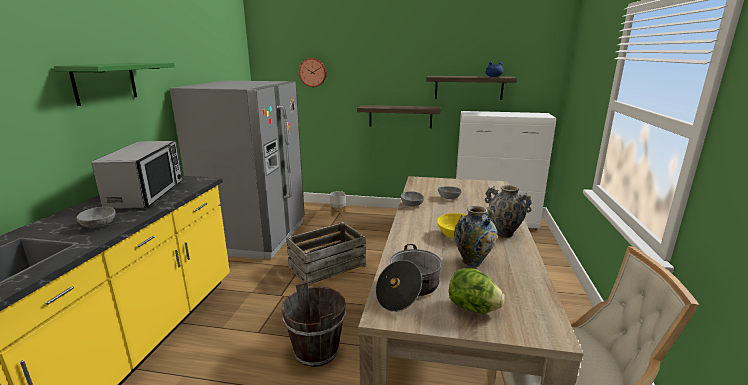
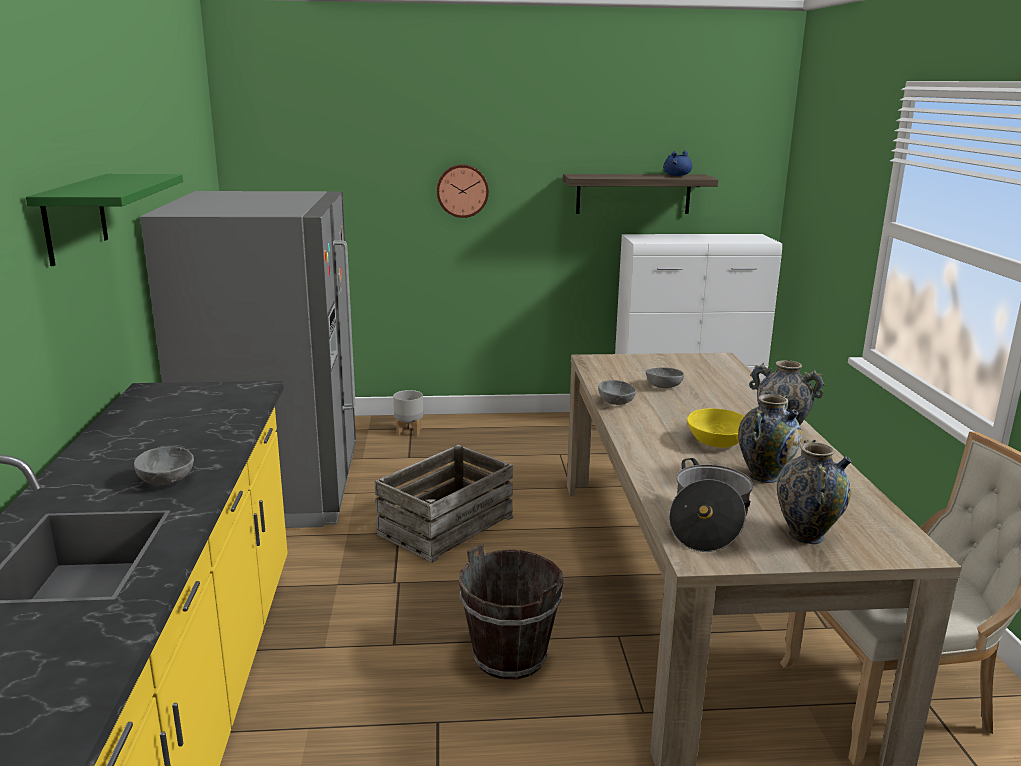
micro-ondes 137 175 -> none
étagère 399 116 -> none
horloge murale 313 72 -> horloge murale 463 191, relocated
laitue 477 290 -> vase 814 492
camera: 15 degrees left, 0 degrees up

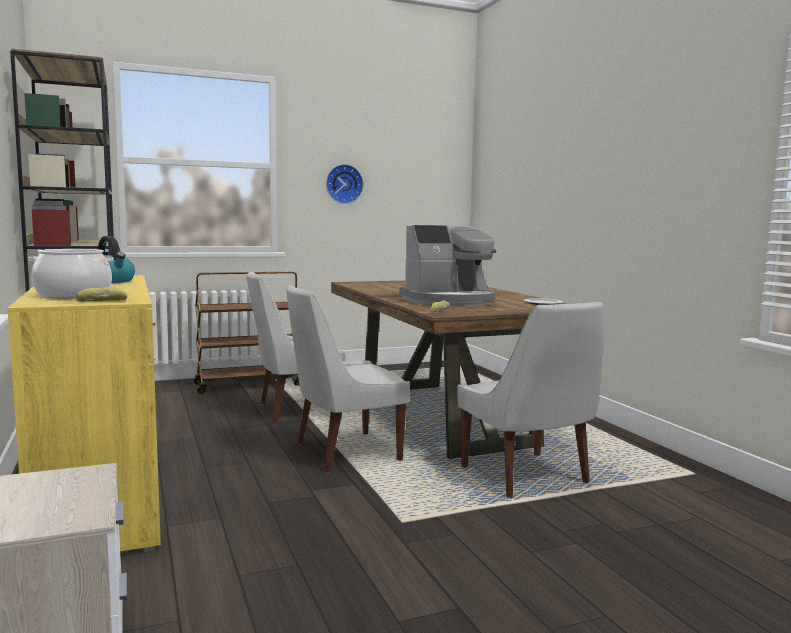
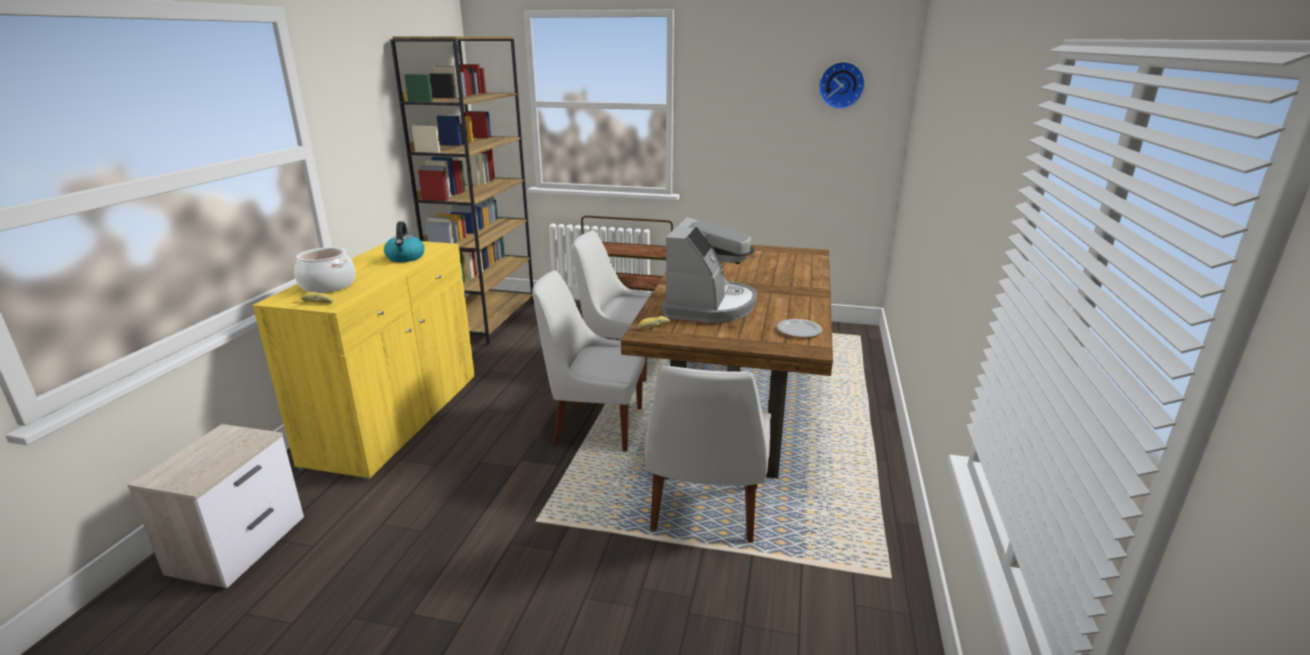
horloge murale 345 184 -> horloge murale 841 85, relocated
machine à café 447 265 -> machine à café 709 270, 90 degrees counterclockwise
camera: 35 degrees right, 15 degrees up

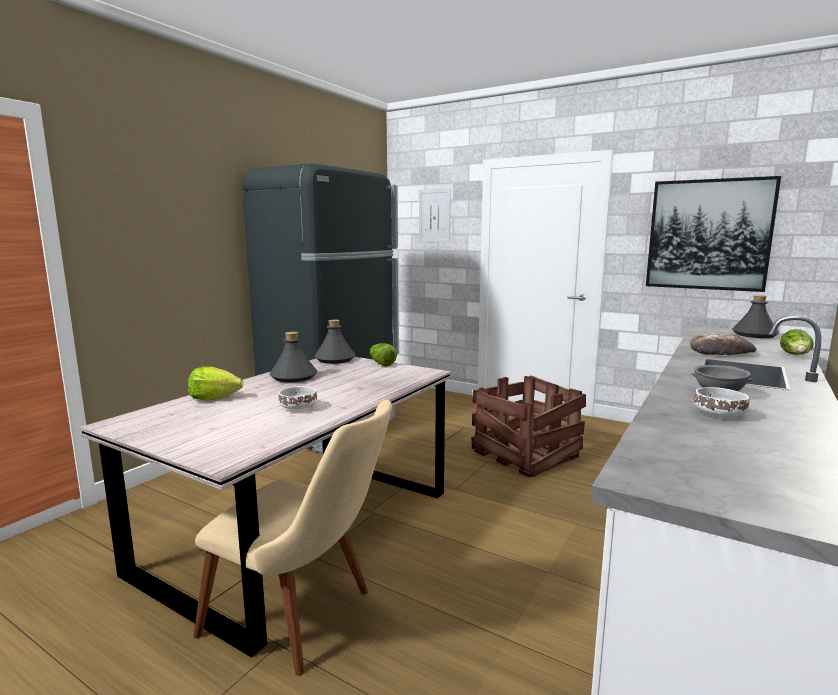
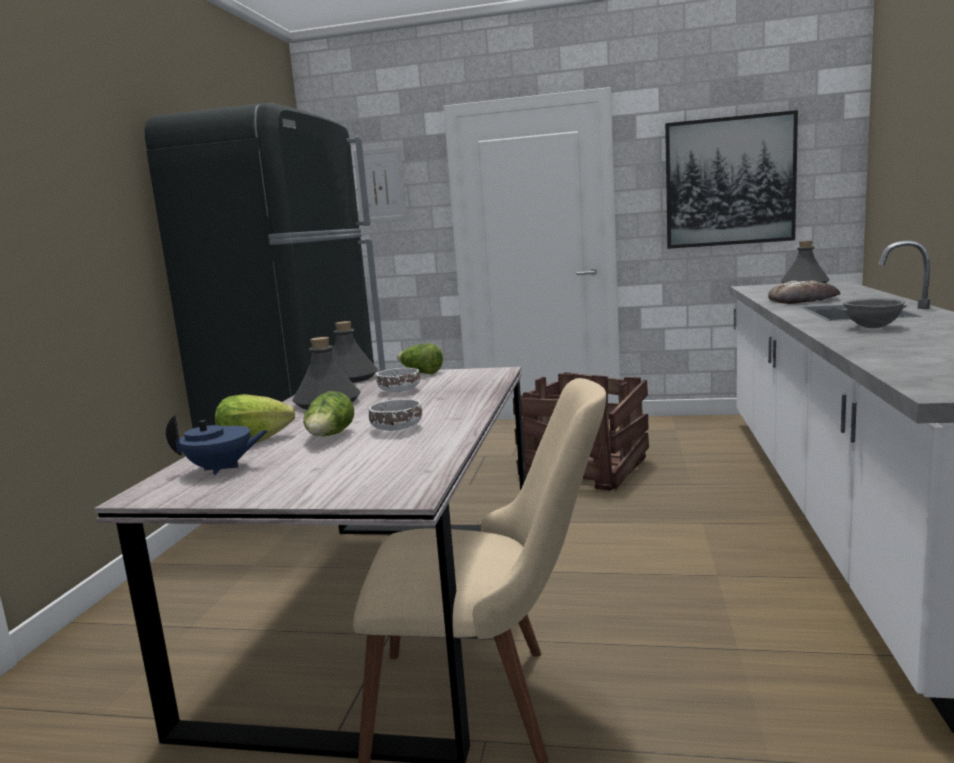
none -> théière (bleu) 217 445
bol (blanc) 721 402 -> bol (blanc) 398 380, relocated
laitue 797 342 -> laitue 328 414, relocated
camera: 20 degrees left, 0 degrees up

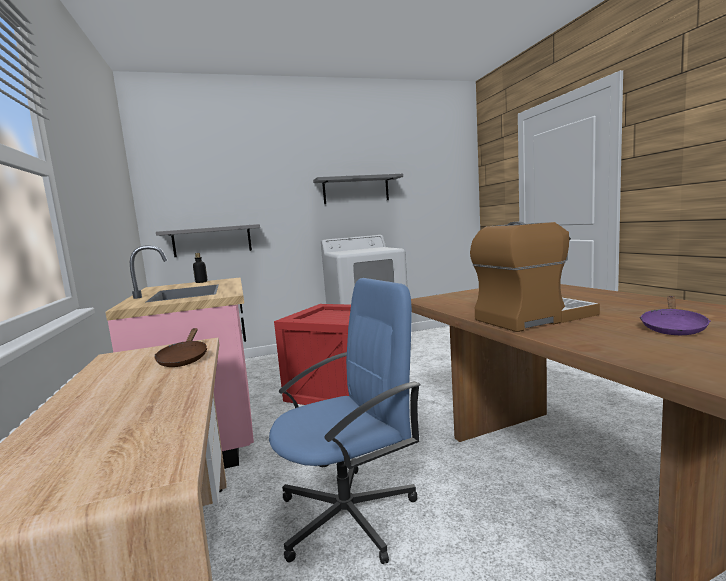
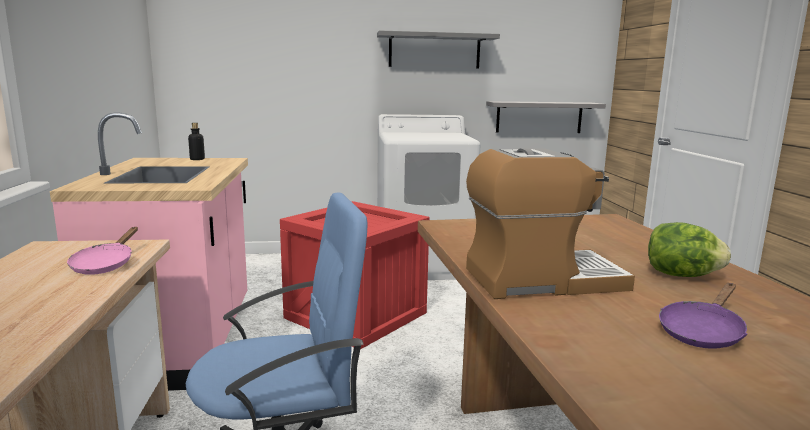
none -> laitue 689 249
étagère (gris) 208 240 -> étagère (gris) 546 117, relocated
poêle (marron) 180 347 -> poêle (rose) 102 251
camera: 10 degrees right, 5 degrees up

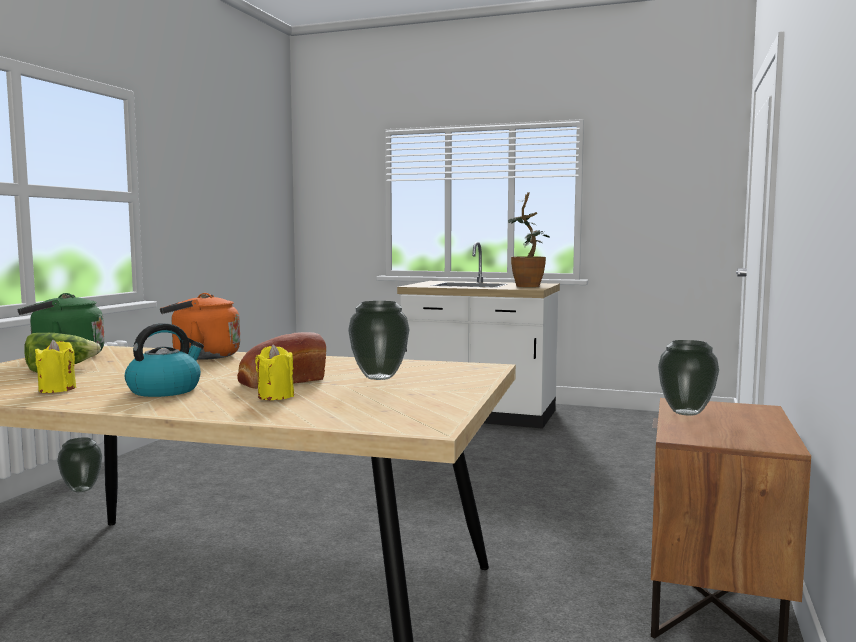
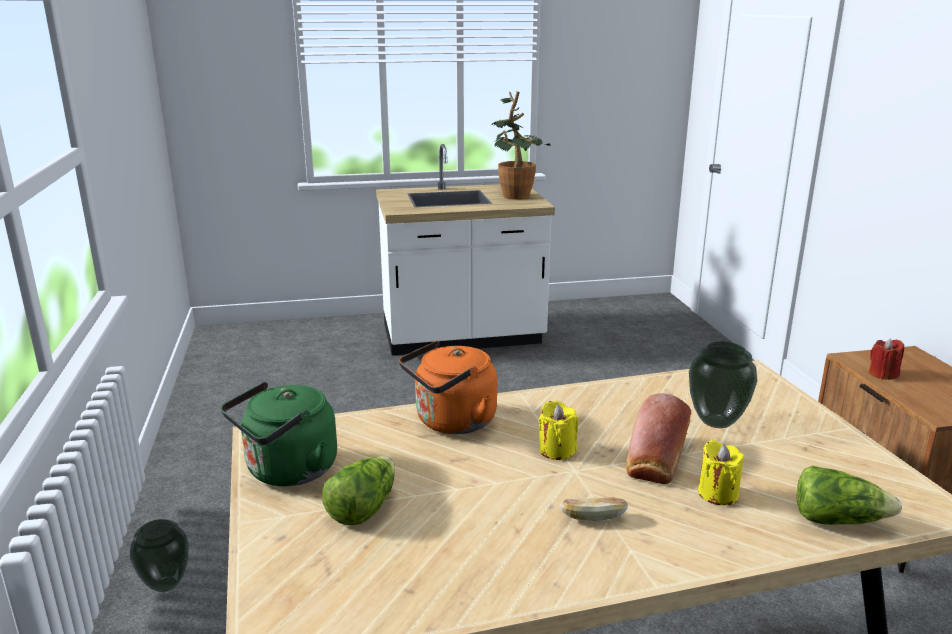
none -> laitue 849 495
bougie (jaune) 55 366 -> bougie (jaune) 558 430, relocated
bouilloire 164 360 -> pain 594 509
vase 688 378 -> bougie (rouge) 886 359
camera: 30 degrees left, 15 degrees up

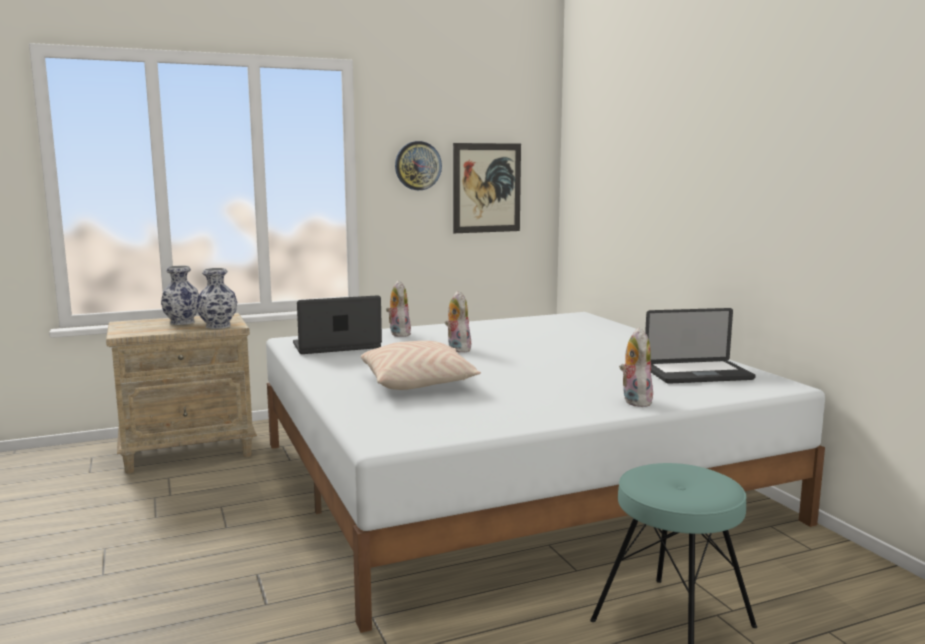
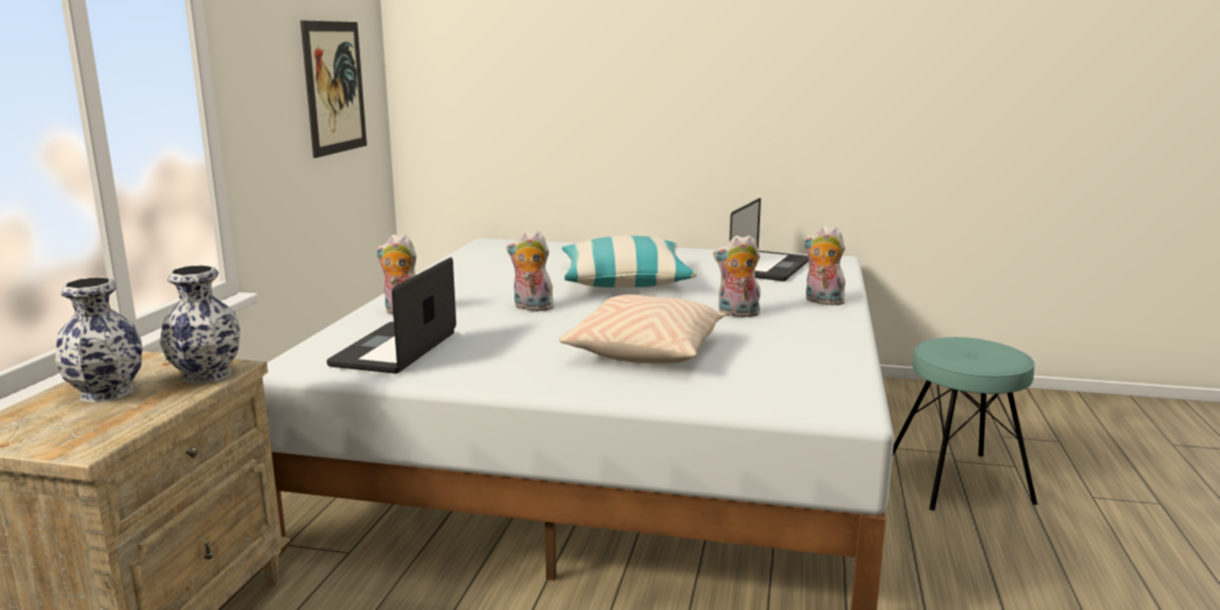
horloge murale 418 165 -> none
none -> coussin 629 262
none -> peluche 737 276
camera: 55 degrees left, 5 degrees up

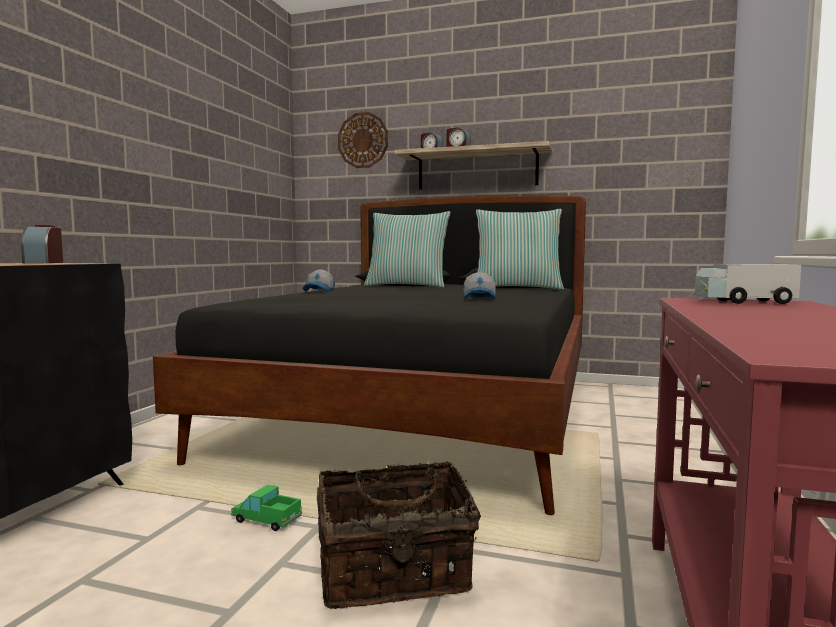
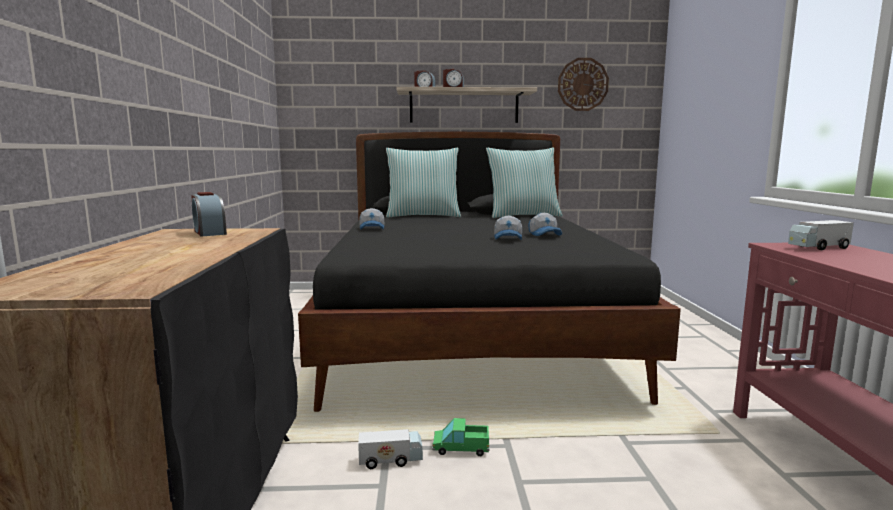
panier 399 535 -> none
none -> camion jouet 390 449
none -> casquette 508 227
horloge murale 363 140 -> horloge murale 583 84, relocated
camera: 20 degrees left, 5 degrees up

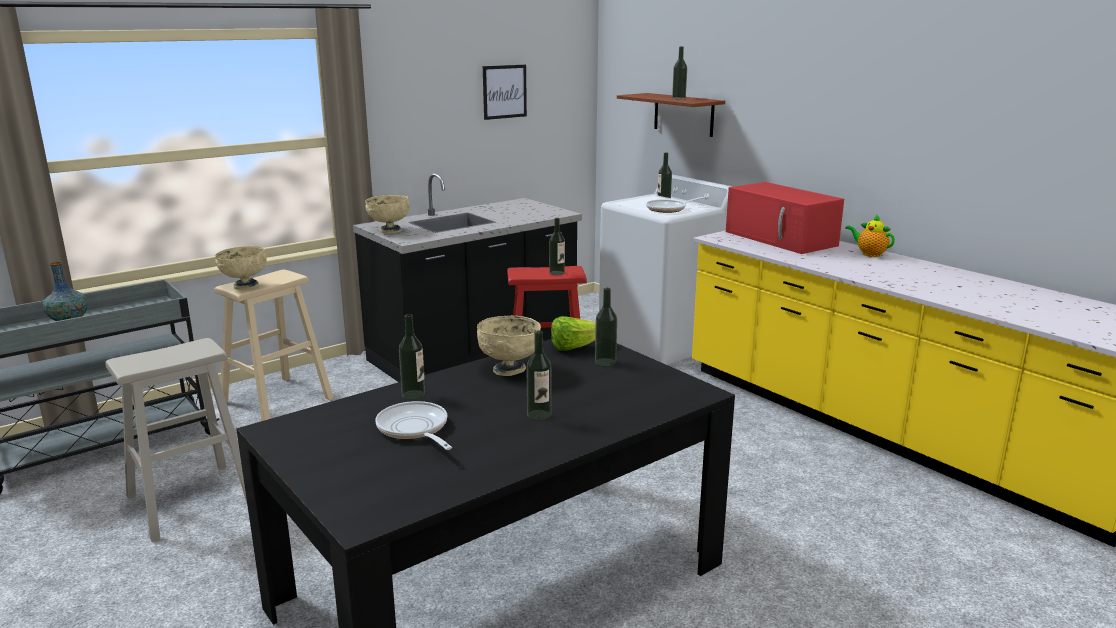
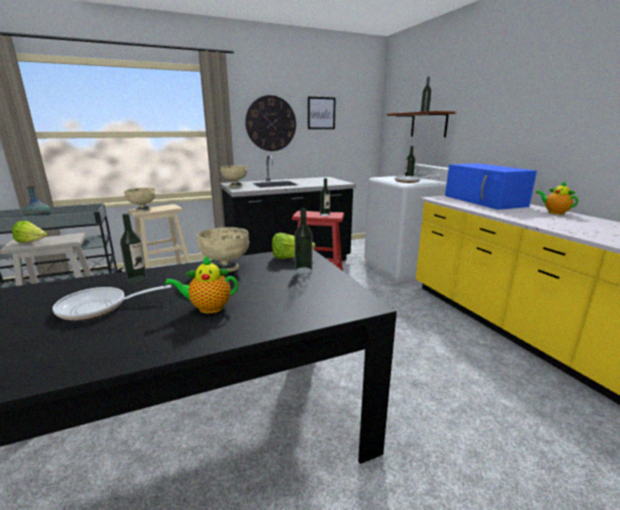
none -> laitue 30 232
none -> horloge murale 270 123
bouteille 539 375 -> théière 201 284
micro-ondes (rouge) 785 218 -> micro-ondes (bleu) 491 186
poêle 413 425 -> poêle 112 302, 90 degrees counterclockwise
camera: 15 degrees right, 0 degrees up

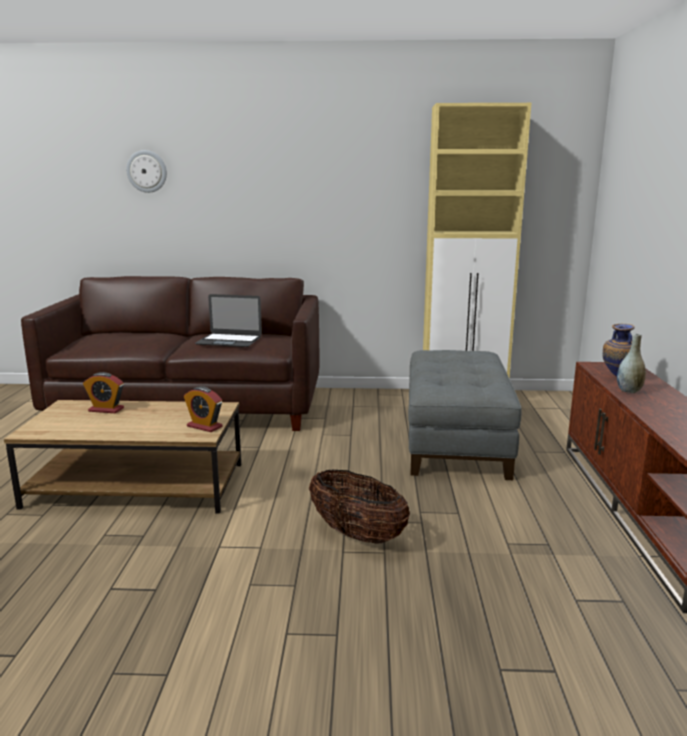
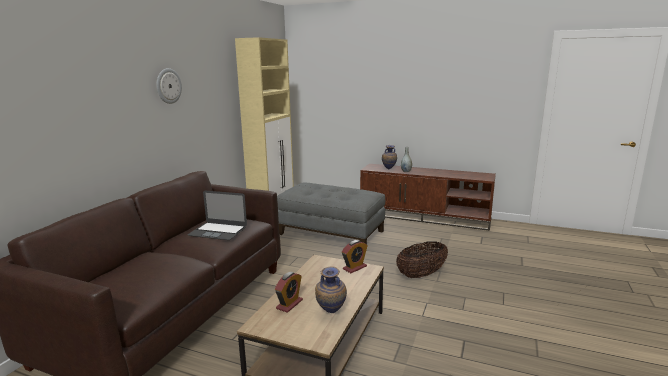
none -> vase 331 289
horloge murale 146 171 -> horloge murale 169 86, relocated
ordinateur portable 228 320 -> ordinateur portable 217 215, 75 degrees clockwise
camera: 70 degrees left, 0 degrees up

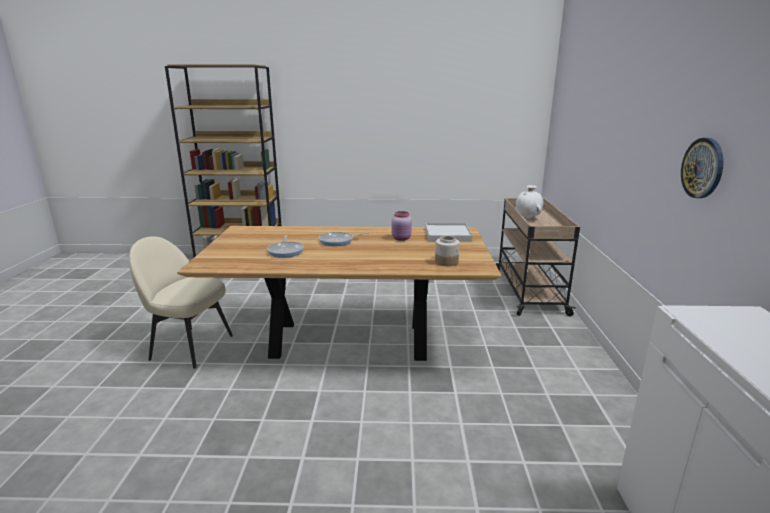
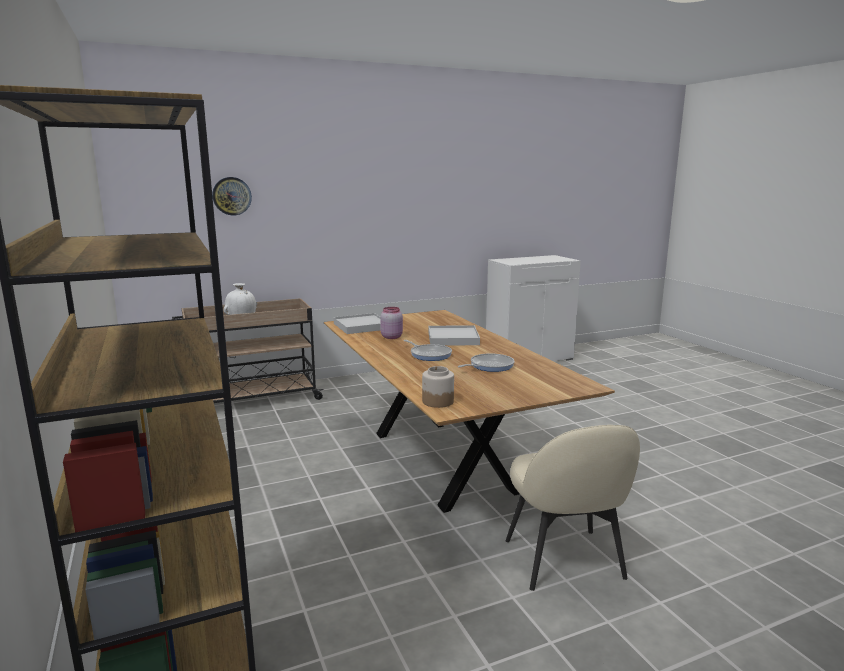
none -> plateau (blanc) 454 335
bocal 447 251 -> bocal 438 387, relocated
horloge murale 702 168 -> horloge murale 232 196, relocated
camera: 115 degrees left, 5 degrees down

